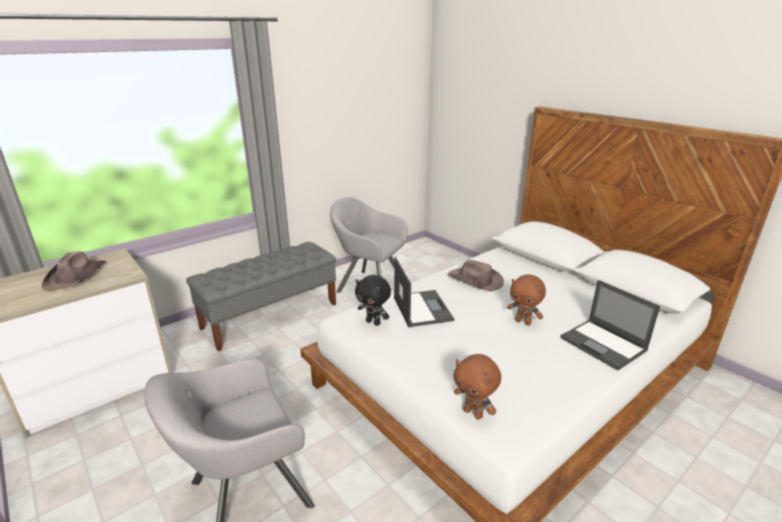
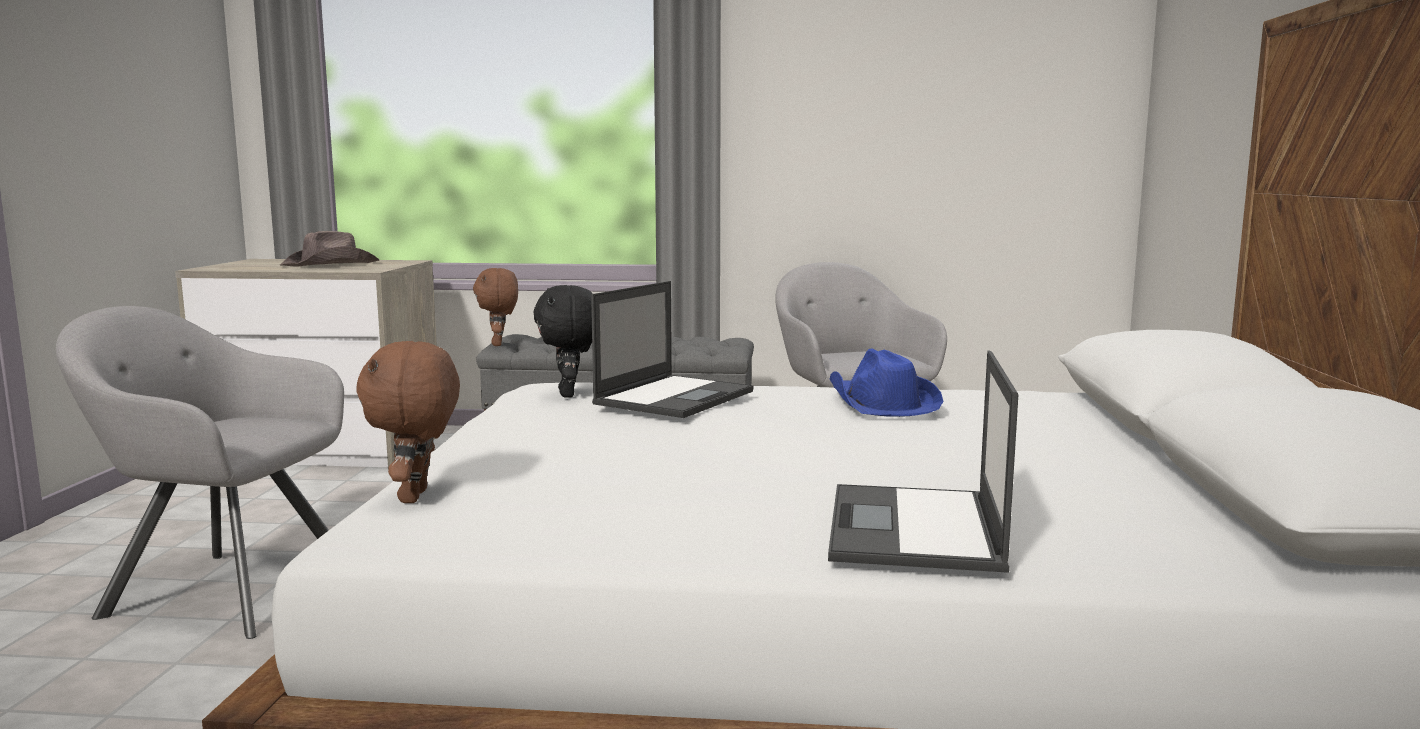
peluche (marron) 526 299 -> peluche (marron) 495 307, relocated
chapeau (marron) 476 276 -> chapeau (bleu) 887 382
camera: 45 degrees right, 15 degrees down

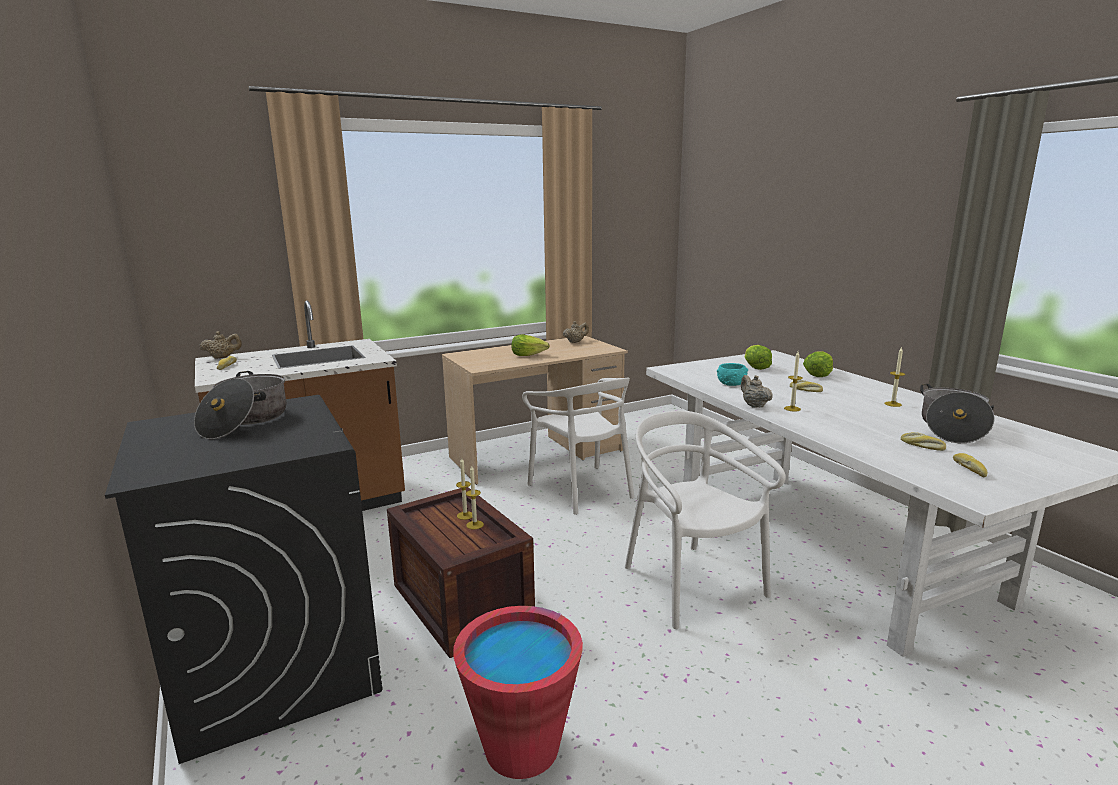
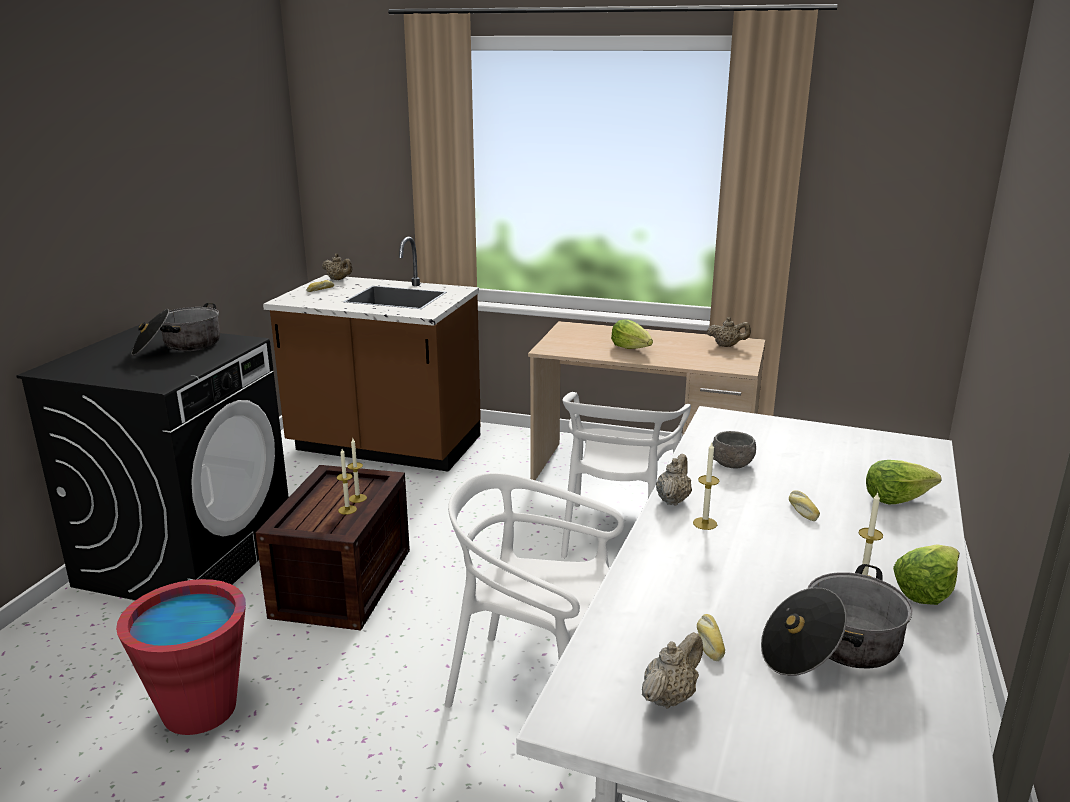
laitue 758 357 -> laitue 926 574, relocated
pain 970 465 -> théière (beige) 672 670
bol (turquoise) 732 374 -> bol (gris) 734 450
chaise (blanc) 705 519 -> chaise (blanc) 534 590, 90 degrees counterclockwise
camera: 45 degrees right, 5 degrees up

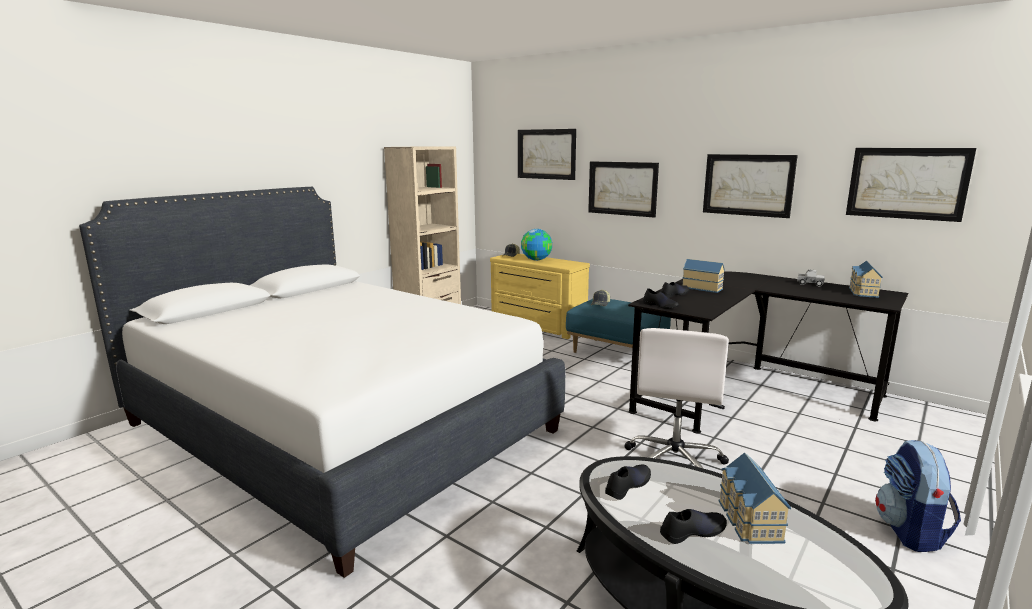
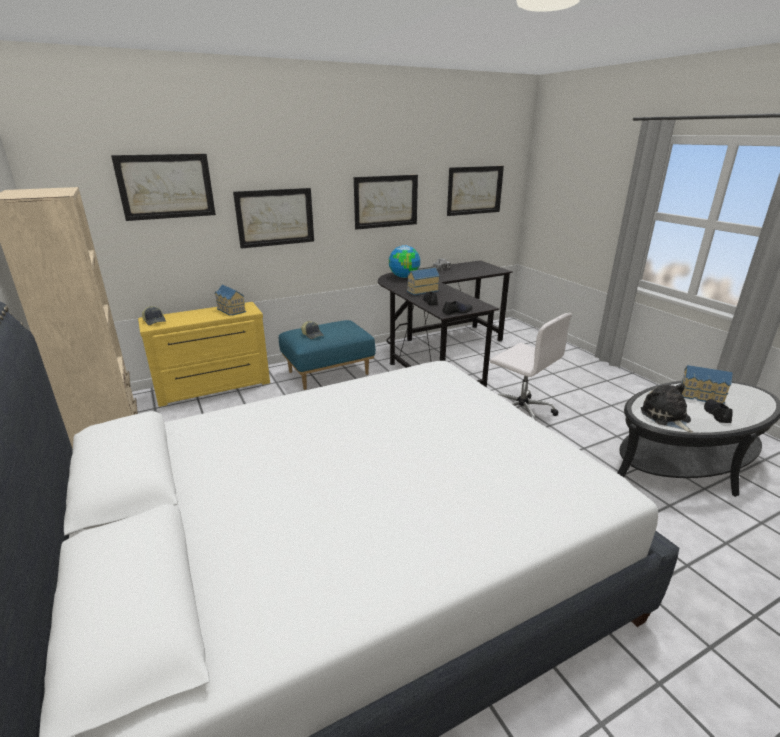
sac à dos 918 496 -> none
globe 536 245 -> globe 404 261, relocated
maison miniature 866 279 -> maison miniature 230 300, relocated
chaussure (noir) 628 482 -> peluche 667 408
camera: 65 degrees left, 10 degrees up

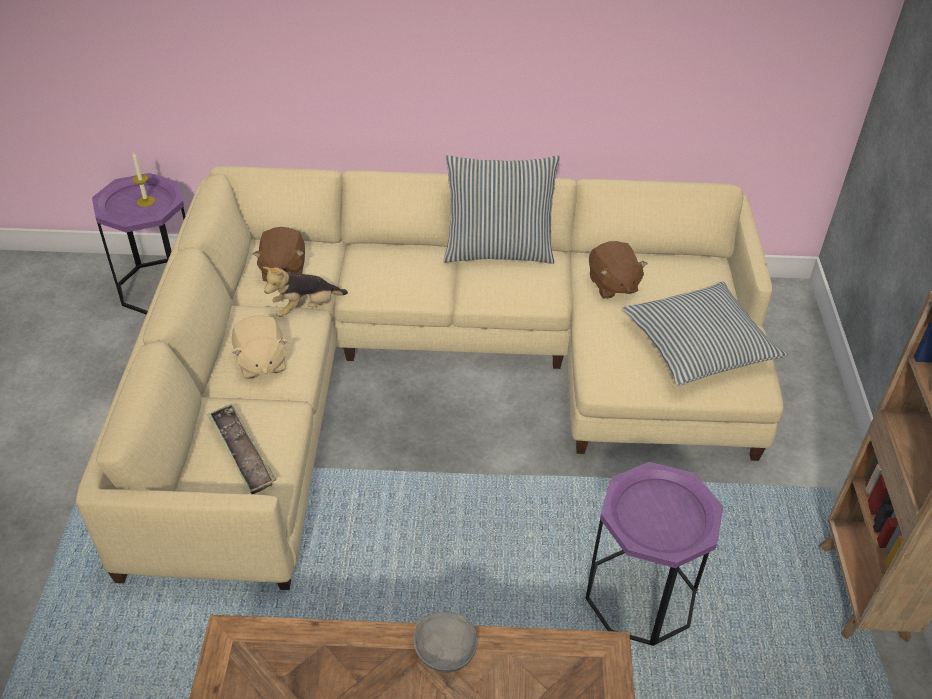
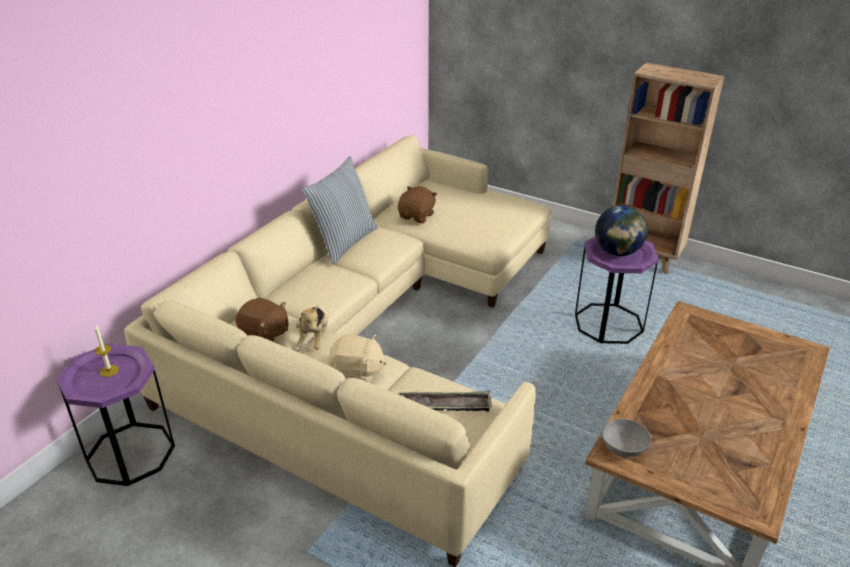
coussin 705 334 -> none
none -> globe 621 230
bol (gris) 445 642 -> bol (gris) 626 438, relocated
peluche (marron) 618 270 -> peluche (marron) 417 204, 75 degrees counterclockwise
camera: 60 degrees left, 10 degrees down

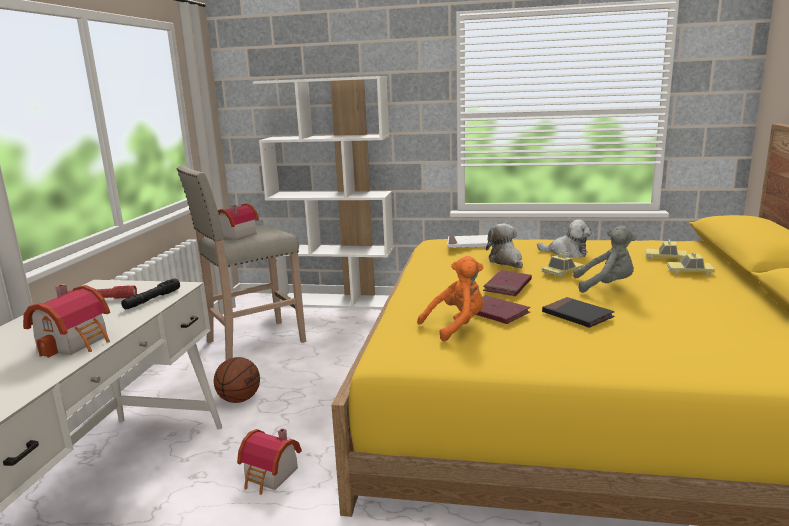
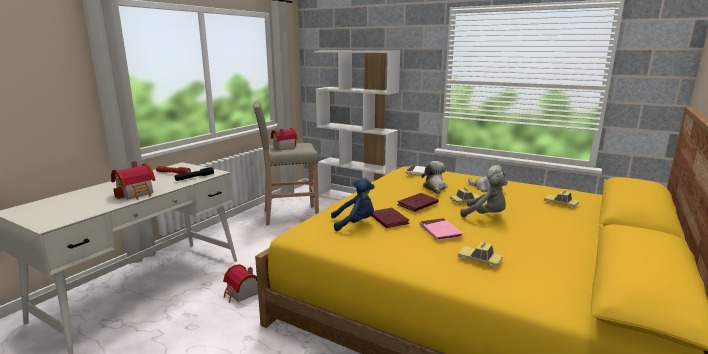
ballon de basket 237 380 -> none
petite voiture 691 263 -> petite voiture 480 255, relocated
peluche (orange) 450 299 -> peluche (bleu) 352 204
livre (noir) 578 312 -> livre (rose) 441 229
camera: 20 degrees right, 0 degrees up

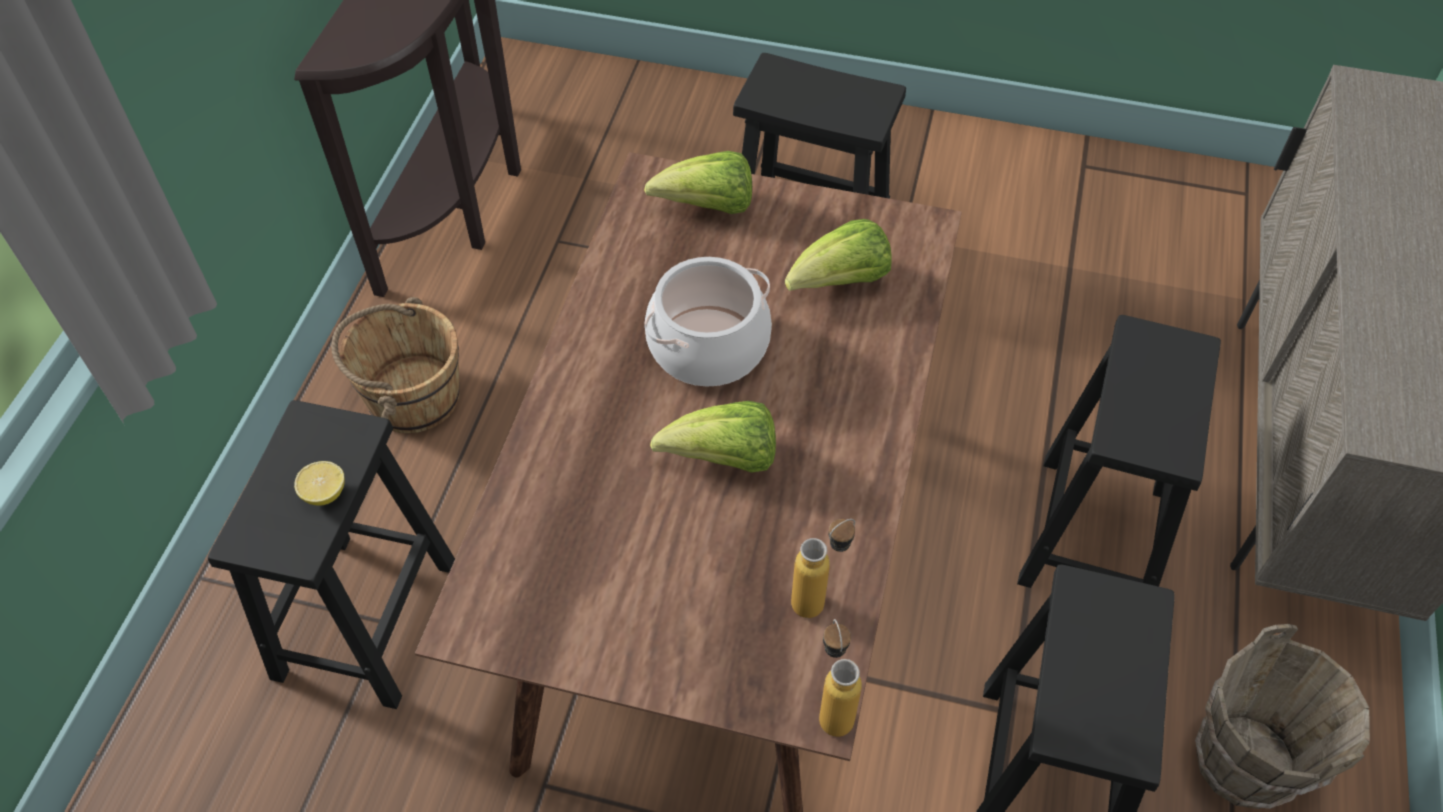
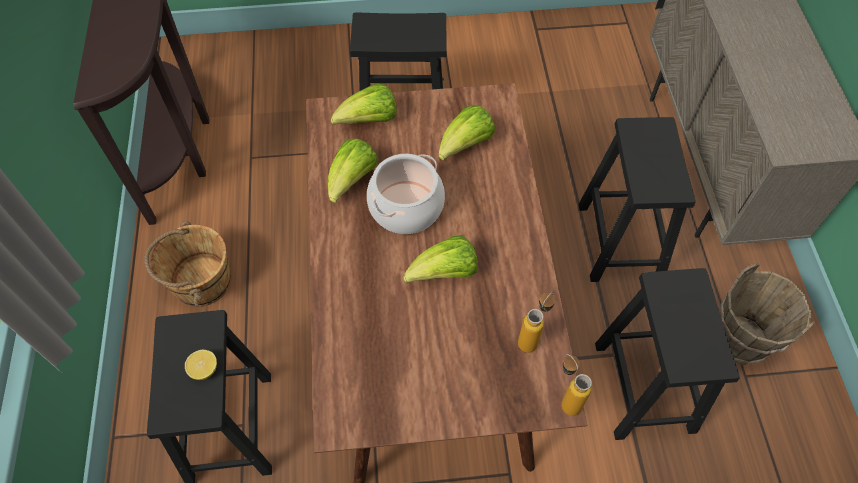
none -> laitue 353 171
camera: 20 degrees left, 5 degrees up

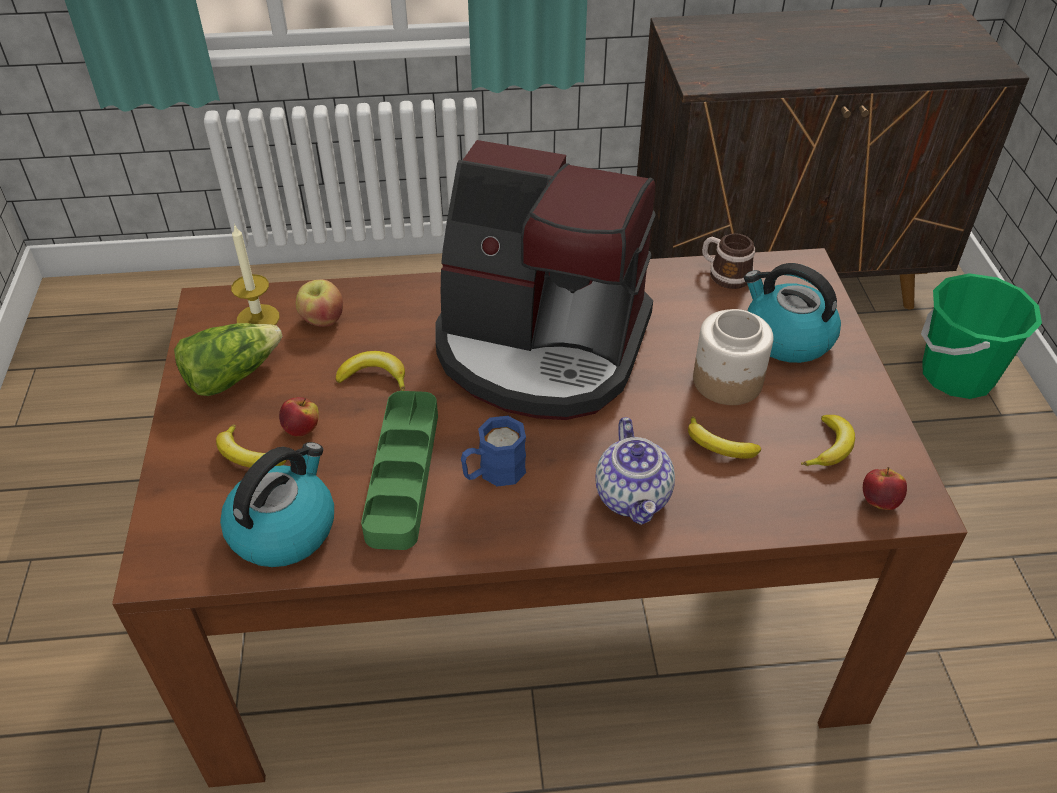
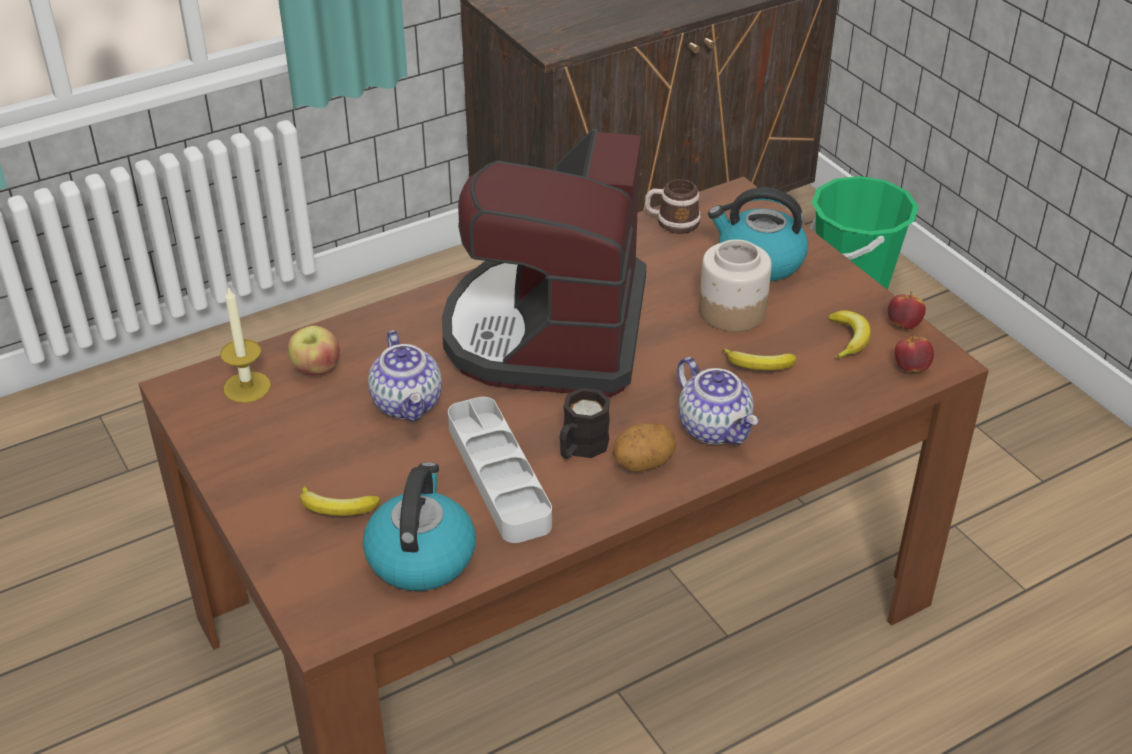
laitue 228 359 -> none
none -> pomme de terre 644 447
pomme 299 417 -> pomme 907 310, relocated
banane 370 371 -> théière 405 376
plateau (vert) 399 470 -> plateau (gris) 500 470
mug (bleu) 493 451 -> mug (noir) 585 423
machine à café 545 280 -> machine à café 544 263, 105 degrees clockwise
camera: 25 degrees left, 5 degrees down

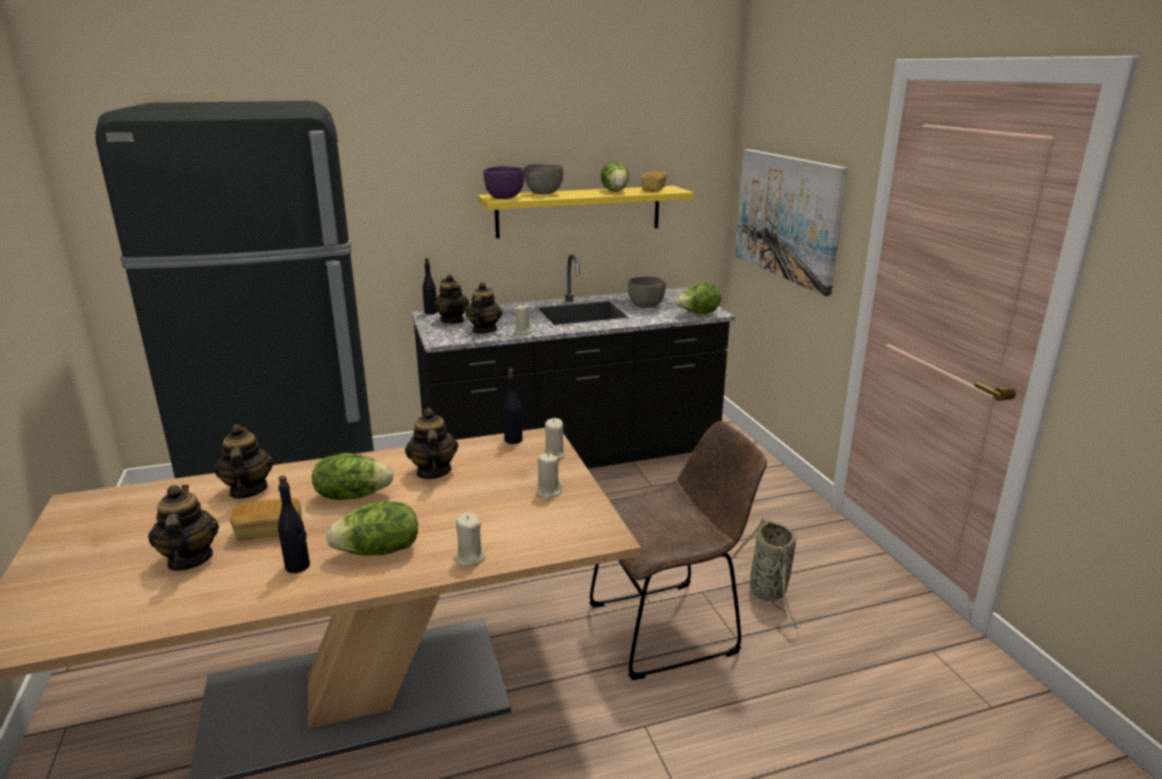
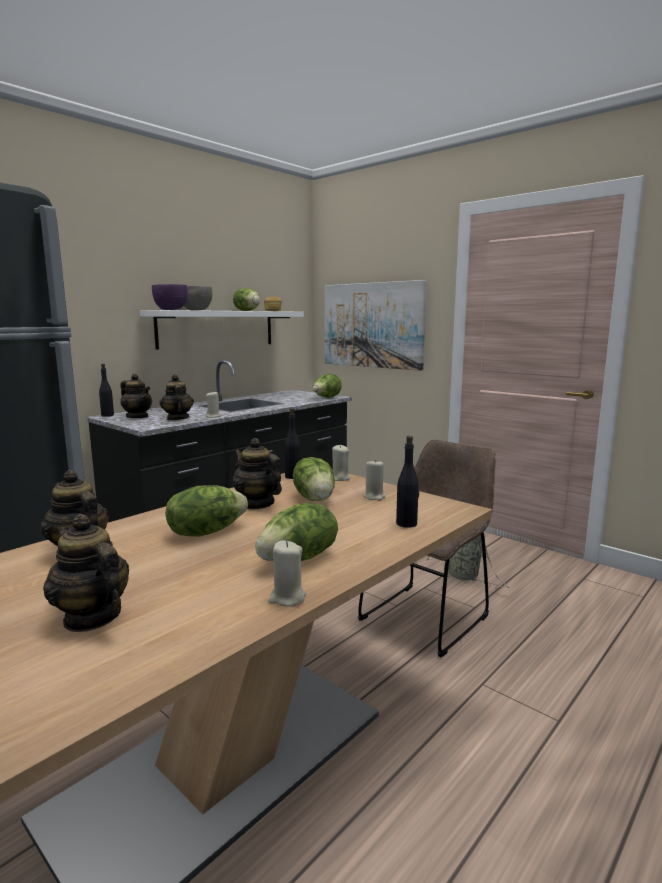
pain 266 519 -> none
bol (gris) 647 292 -> none
none -> laitue 314 479
bouteille (noir) 294 524 -> bouteille (noir) 407 482, relocated
bougie (beige) 470 540 -> bougie (beige) 287 573, relocated
étagère (jaune) 586 212 -> étagère (blanc) 222 330
camera: 30 degrees left, 10 degrees down

